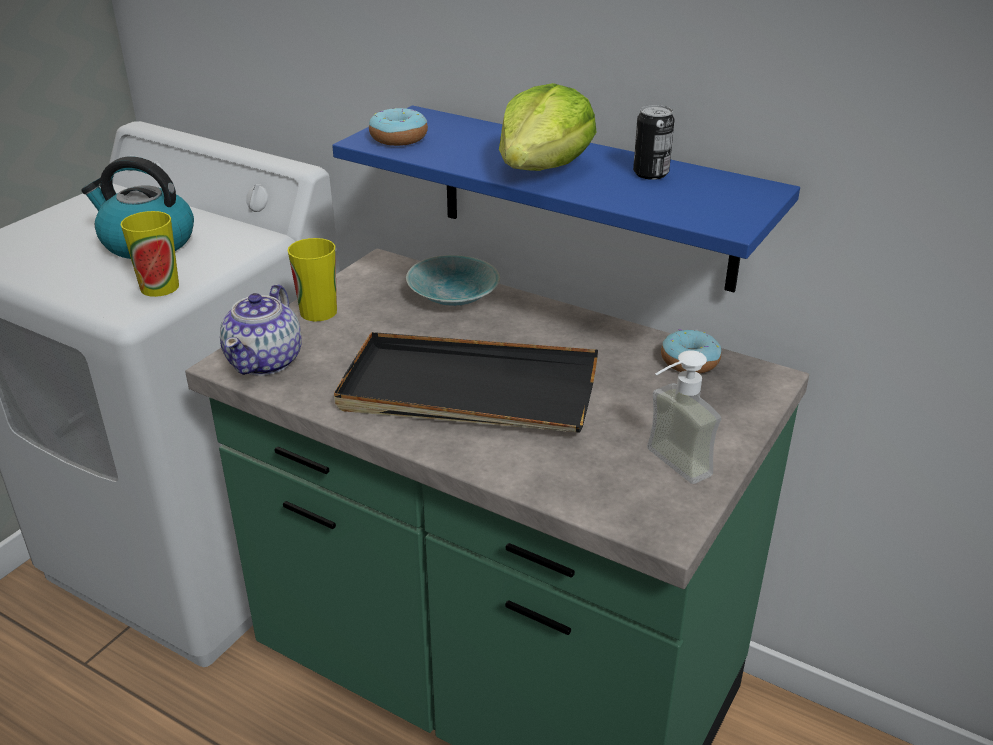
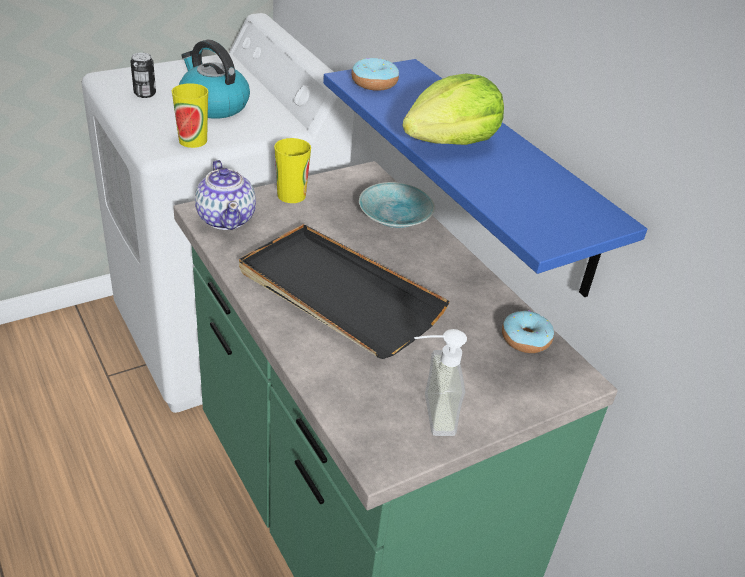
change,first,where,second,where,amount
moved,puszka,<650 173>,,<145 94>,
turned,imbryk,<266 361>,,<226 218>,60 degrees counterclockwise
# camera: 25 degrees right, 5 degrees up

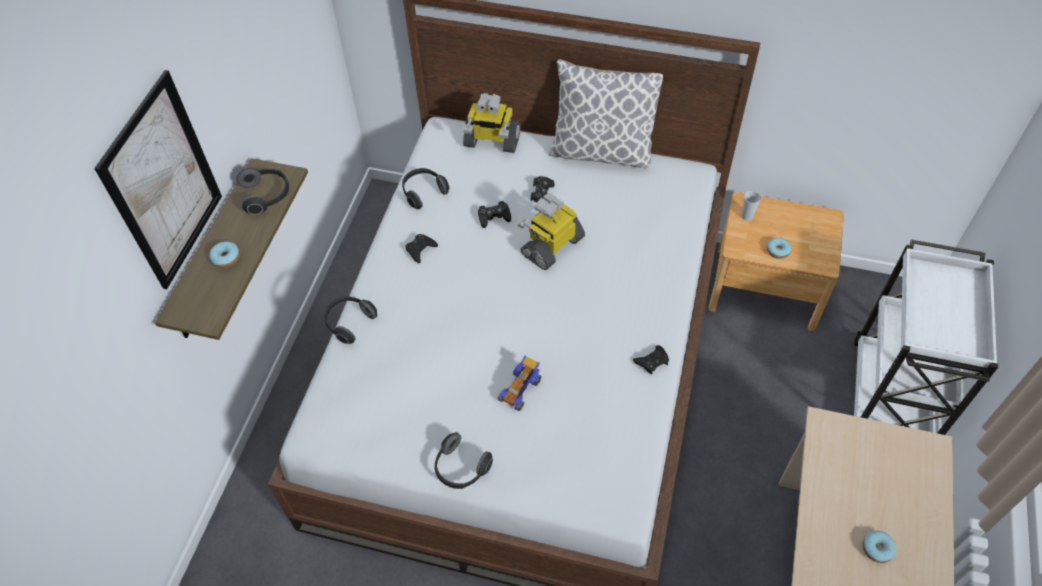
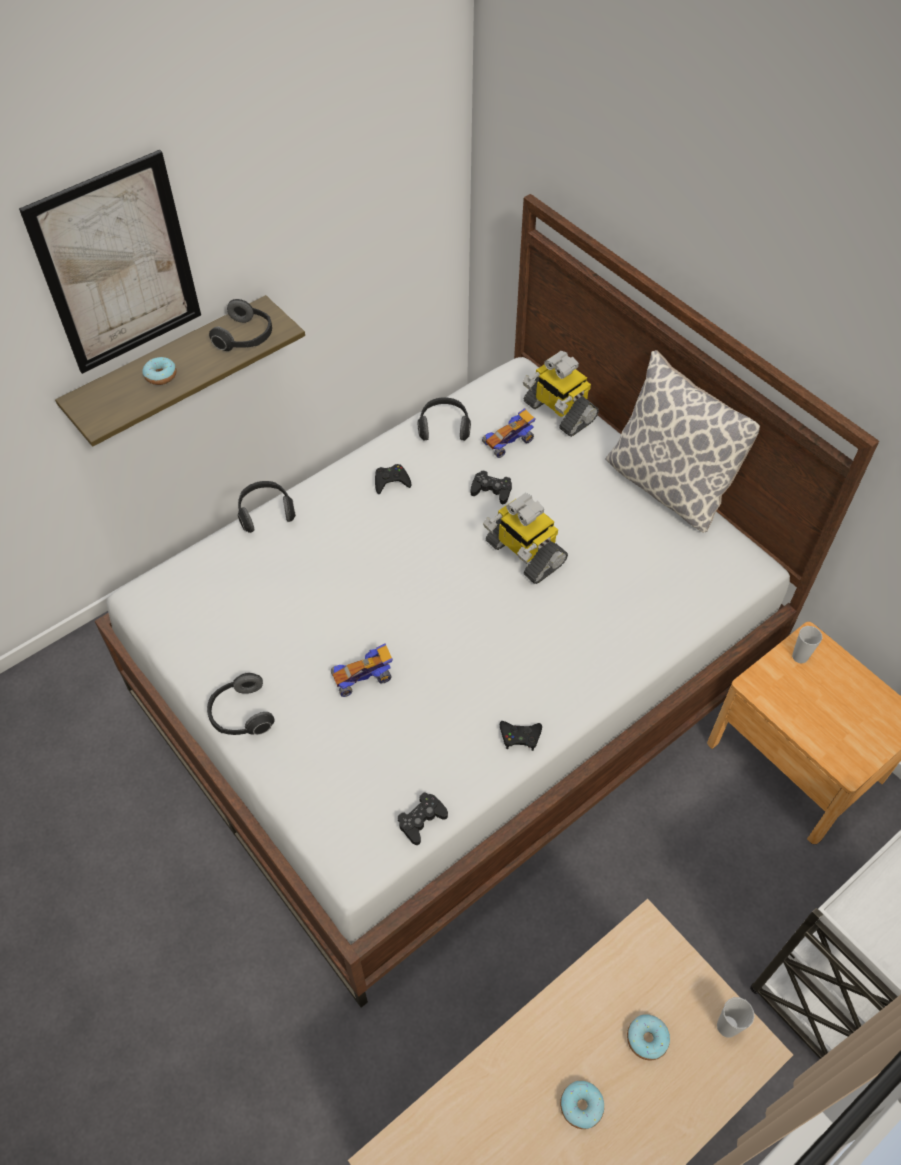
change,first,where,second,where,amount
added,,,samochodzik,<508 441>,
added,,,filiżanka,<727 1026>,
moved,pad do gier/czarny,<542 194>,,<421 820>,
moved,donut,<777 251>,,<647 1039>,
turned,robot zabawkowy,<551 245>,,<524 553>,120 degrees counterclockwise
# camera: 35 degrees right, 0 degrees up

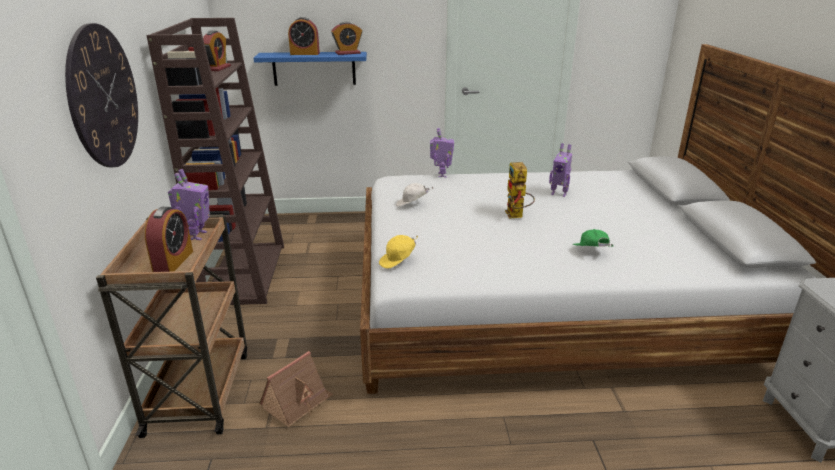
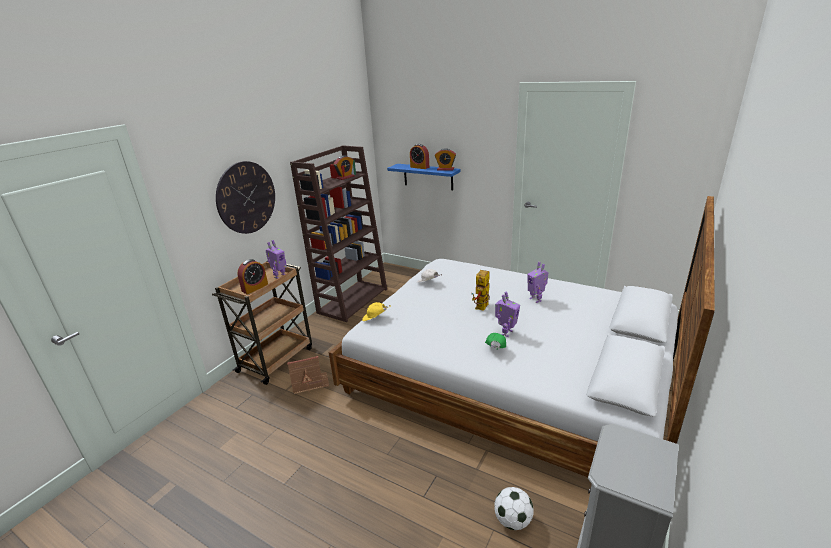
change,first,where,second,where,amount
added,,,piłka futbolowa,<513 520>,
moved,robot zabawkowy,<441 175>,,<506 332>,
# camera: 35 degrees right, 0 degrees up

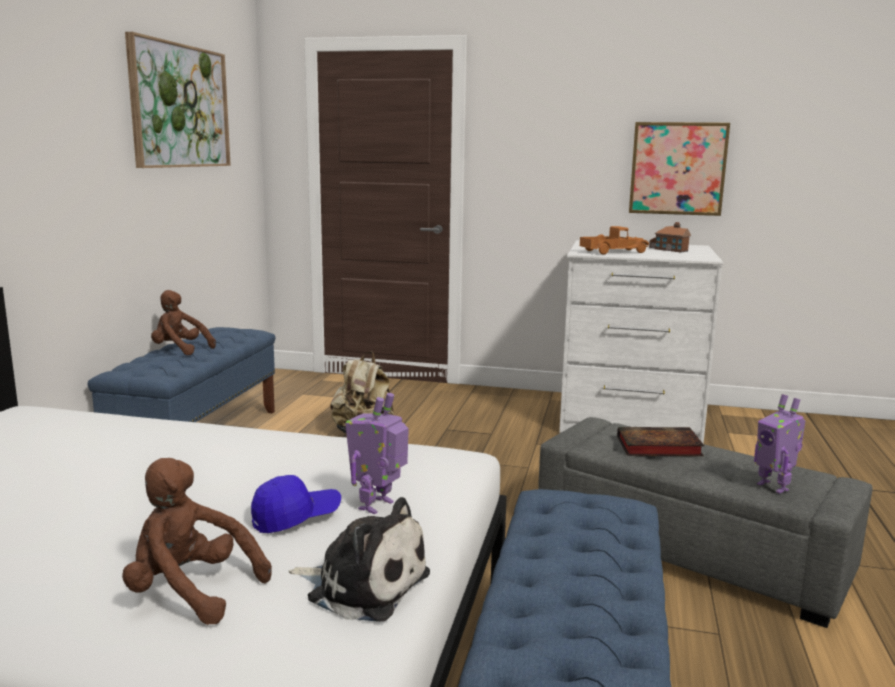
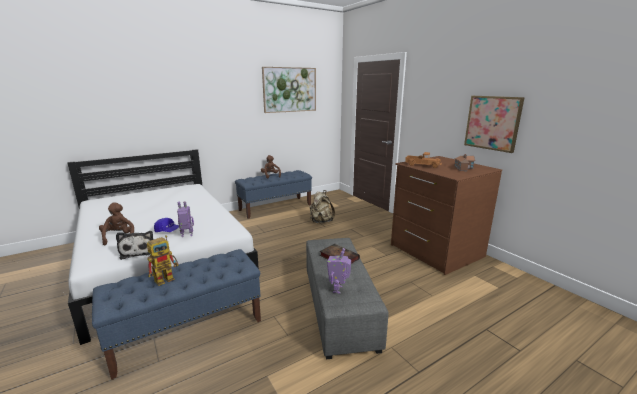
change,first,where,second,where,amount
added,,,robot zabawkowy,<167 278>,
recoloured,komoda/biały,<629 419>,komoda/brązowy,<435 251>,
# camera: 45 degrees right, 5 degrees up

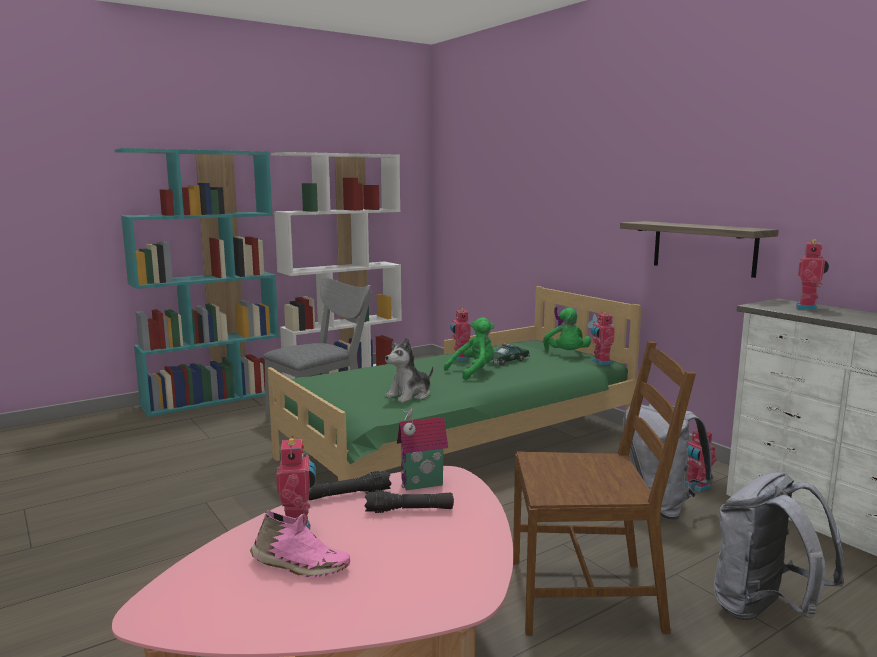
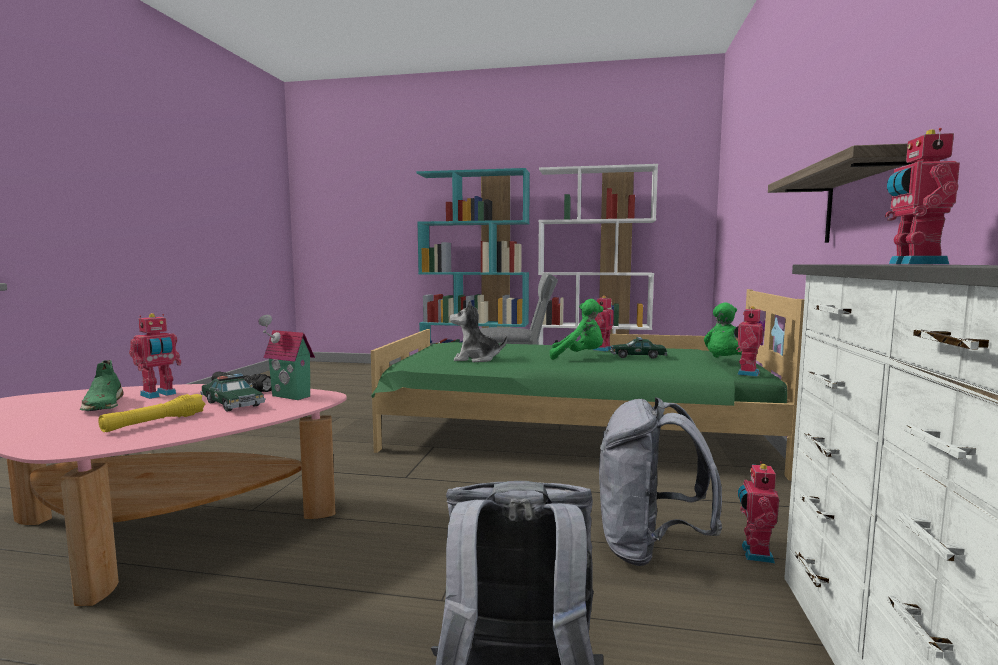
change,first,where,second,where,amount
removed,krzesło/brązowy,<586 595>,,,
added,,,latarka/żółty,<154 422>,
replaced,latarka/czarny,<409 510>,samochodzik,<232 404>,
recoloured,but/różowy,<299 566>,but/zielony,<103 405>,
turned,robot zabawkowy,<808 308>,,<913 264>,120 degrees clockwise
# camera: 45 degrees right, 5 degrees down

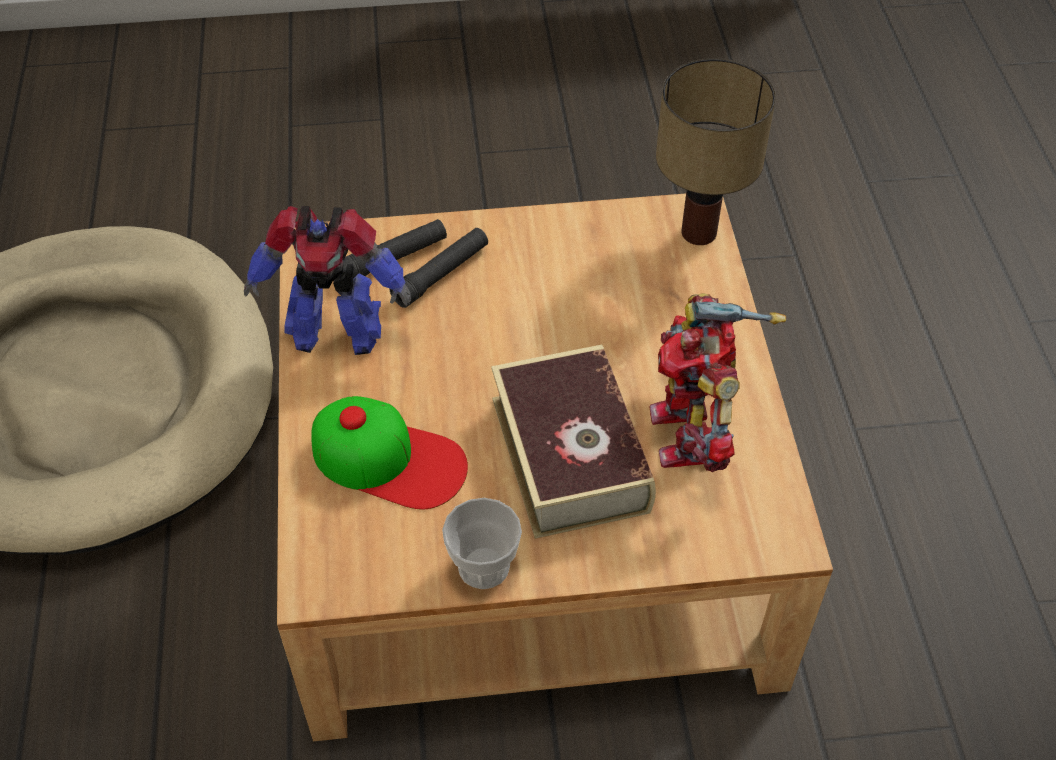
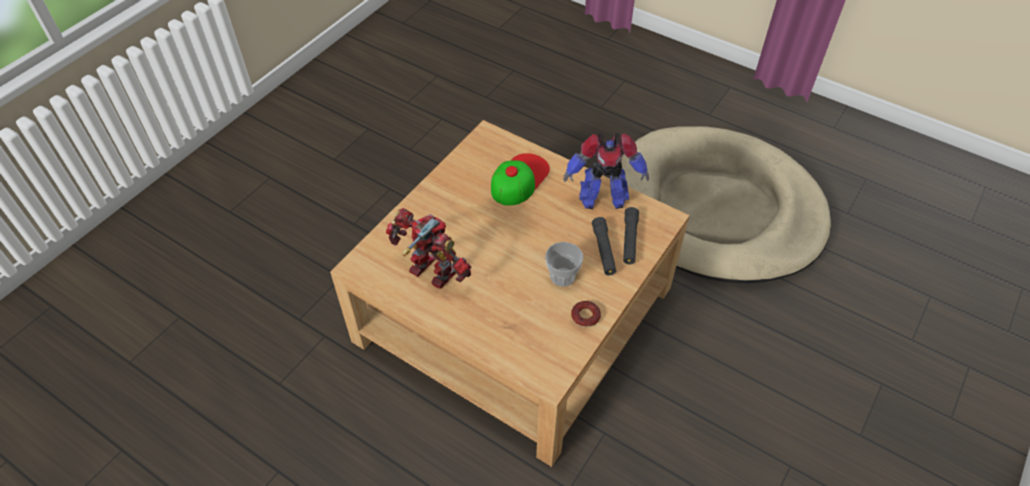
change,first,where,second,where,amount
removed,książka,<570 454>,,,
removed,lampa stołowa,<696 232>,,,
added,,,donut,<585 316>,
moved,filiżanka,<483 566>,,<562 276>,
turned,robot zabawkowy,<335 332>,,<602 198>,135 degrees counterclockwise
turned,czapka z daszkiem,<389 459>,,<519 179>,150 degrees clockwise
# camera: 130 degrees right, 0 degrees up

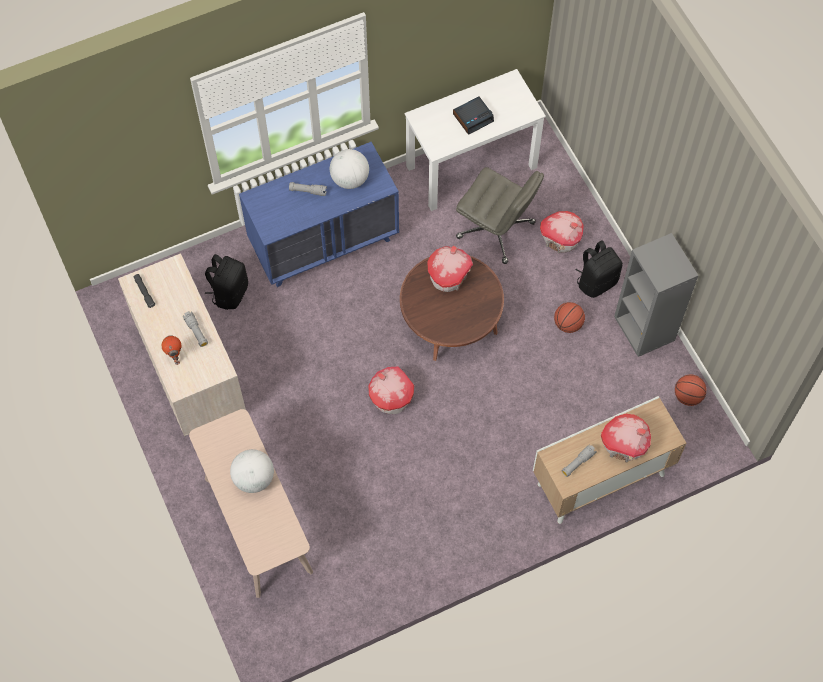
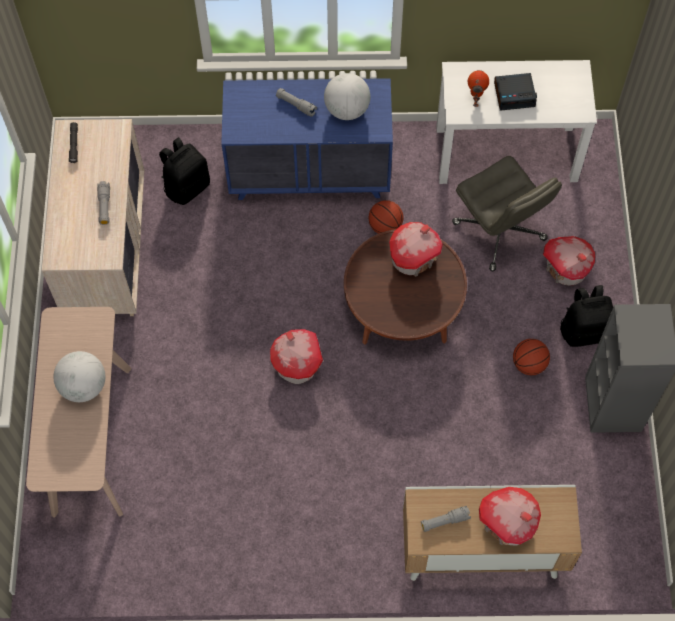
change,first,where,second,where,amount
moved,robot zabawkowy,<175 358>,,<475 99>,
moved,piłka do koszykówki,<687 396>,,<385 226>,
# camera: 25 degrees right, 0 degrees up

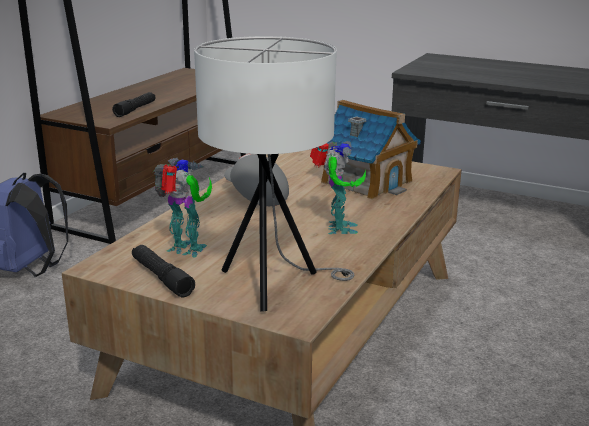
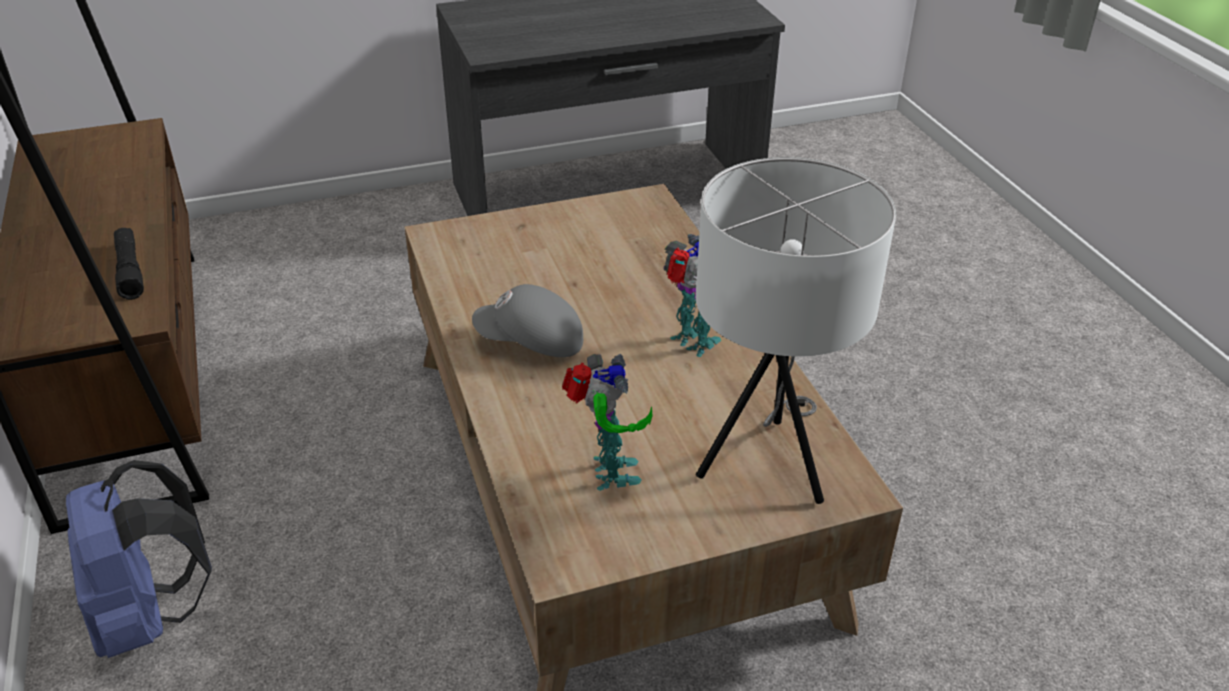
change,first,where,second,where,amount
removed,latarka/czarny,<161 278>,,,
removed,domek,<366 182>,,,
turned,robot zabawkowy,<187 251>,,<609 474>,105 degrees clockwise
# camera: 45 degrees left, 15 degrees up

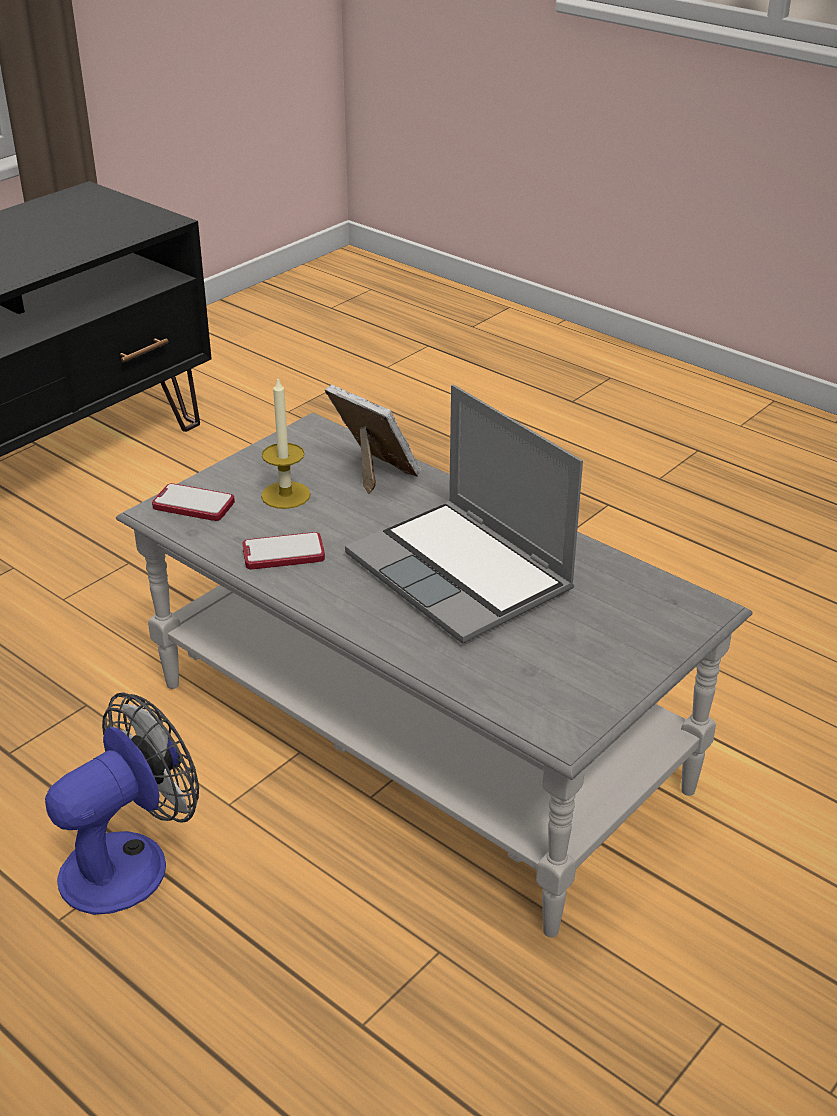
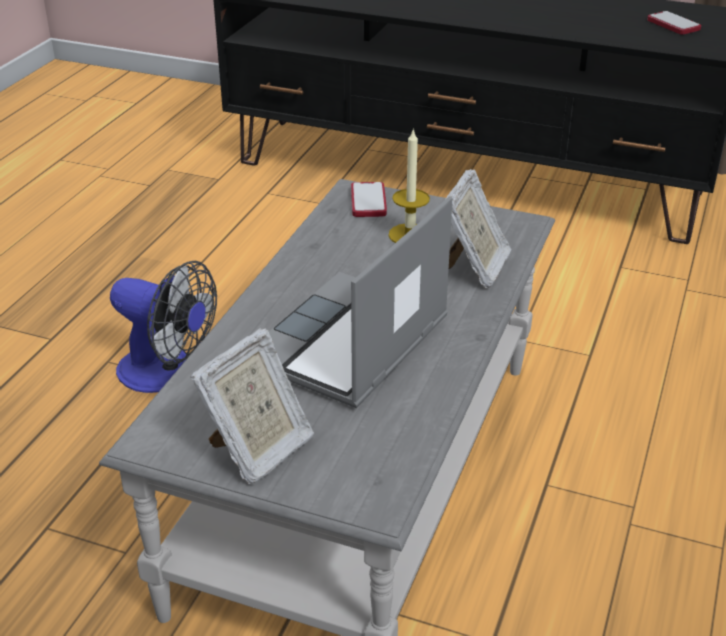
change,first,where,second,where,amount
added,,,ramka na zdjęcie,<258 450>,
moved,telefon,<283 553>,,<673 25>,
# camera: 70 degrees right, 0 degrees up

